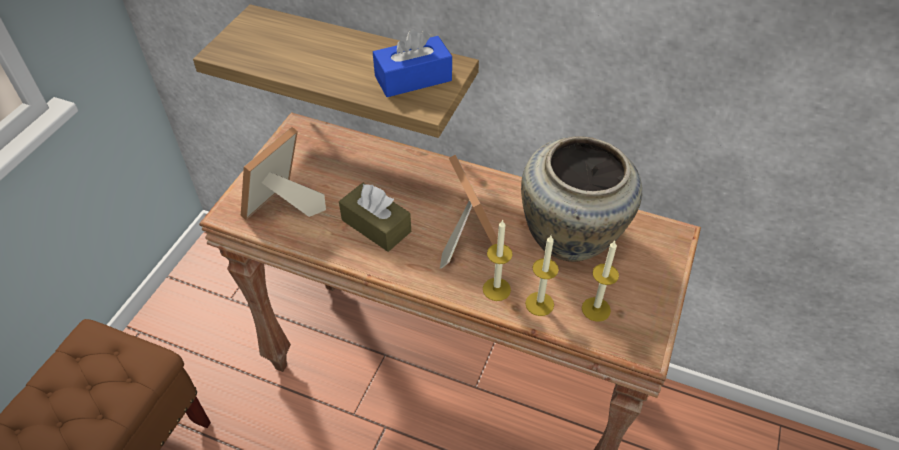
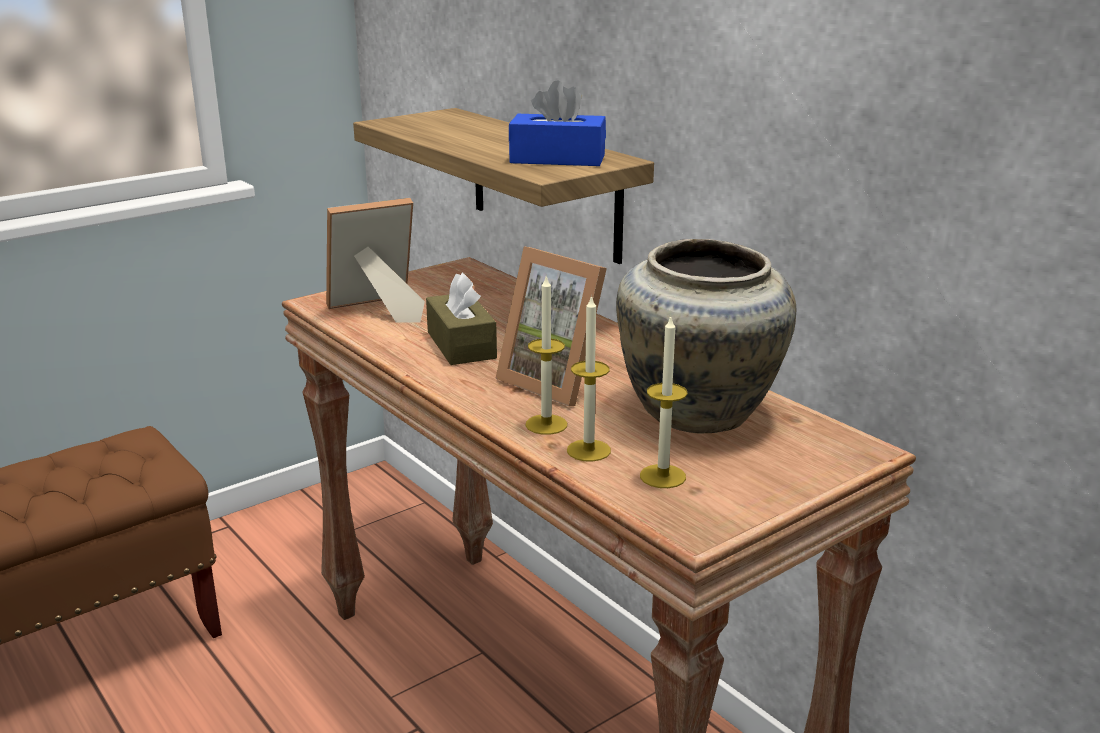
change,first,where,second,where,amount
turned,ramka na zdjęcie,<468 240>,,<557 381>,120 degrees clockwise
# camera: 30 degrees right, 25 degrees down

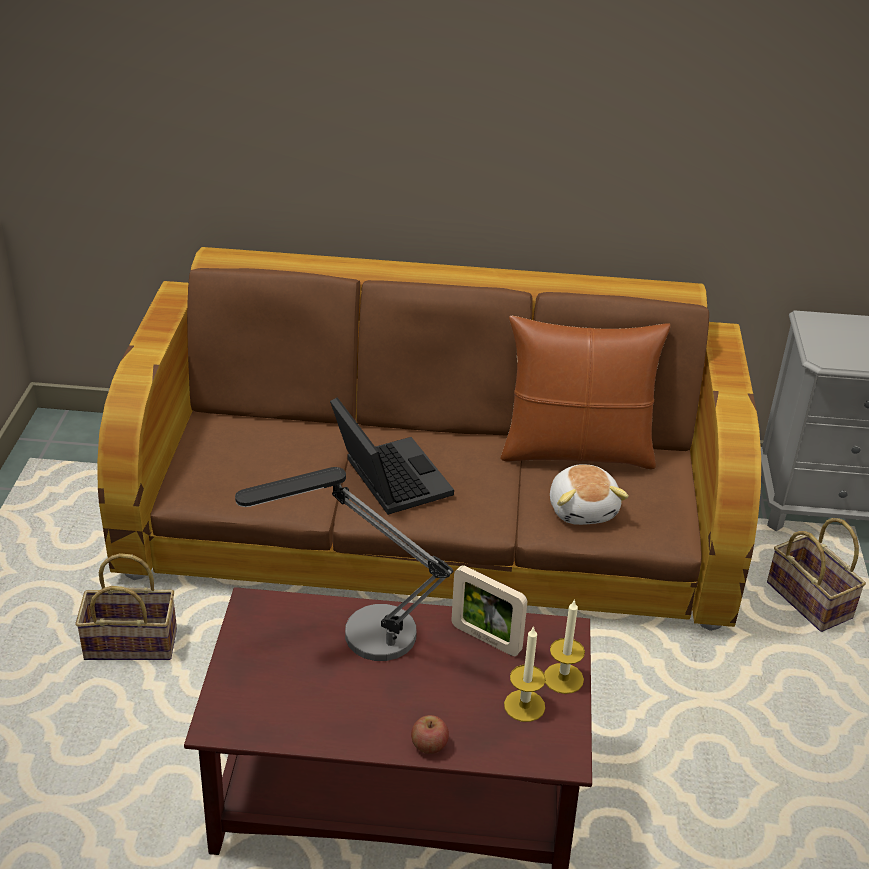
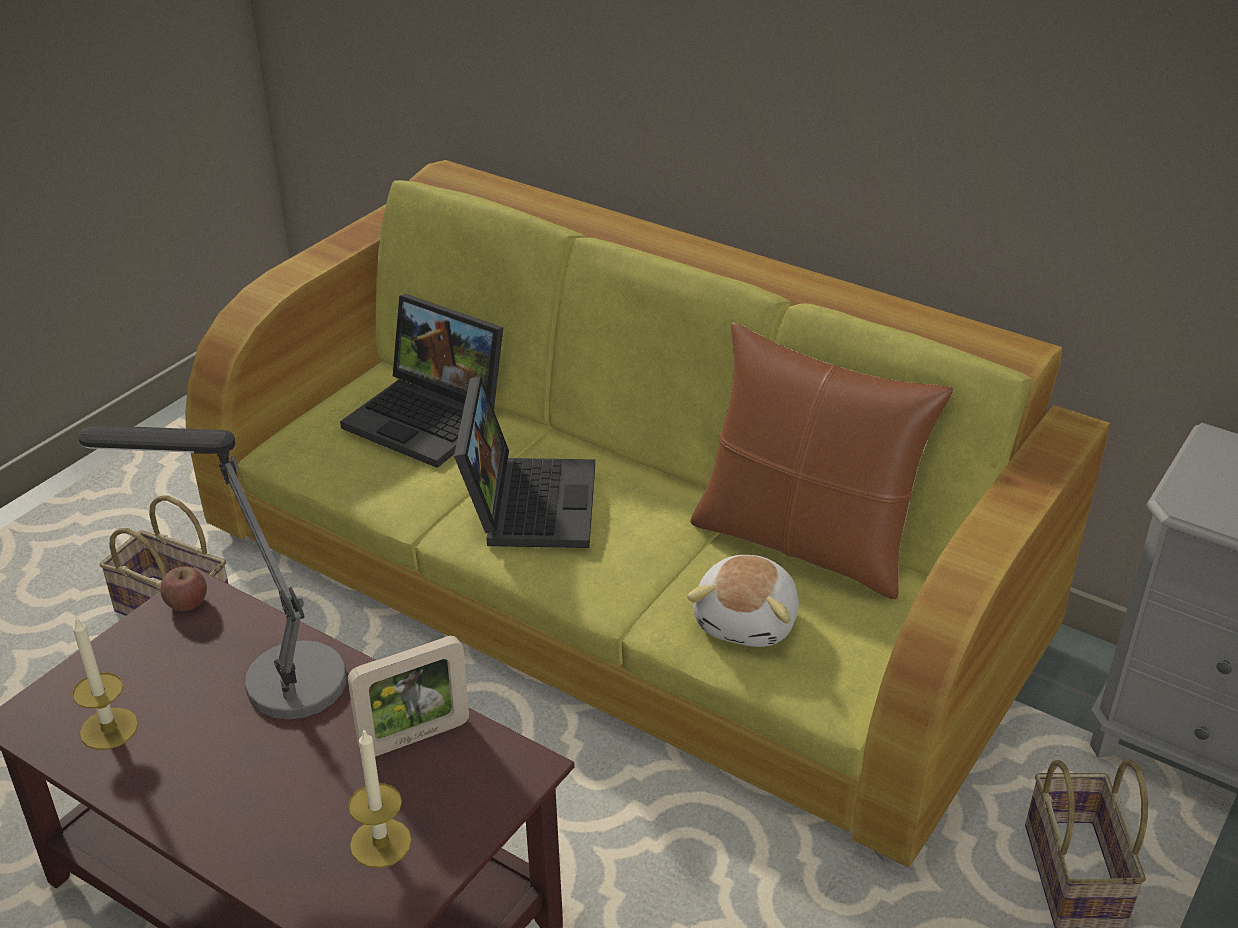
change,first,where,second,where,amount
added,,,laptop,<430 419>,
moved,jabłko,<429 745>,,<187 603>,
moved,świeca,<563 678>,,<109 729>,
recoloured,kanapa/brązowy,<432 522>,kanapa/zielony,<621 586>,
turned,ramka na zdjęcie,<486 639>,,<415 737>,90 degrees counterclockwise
# camera: 30 degrees right, 0 degrees up

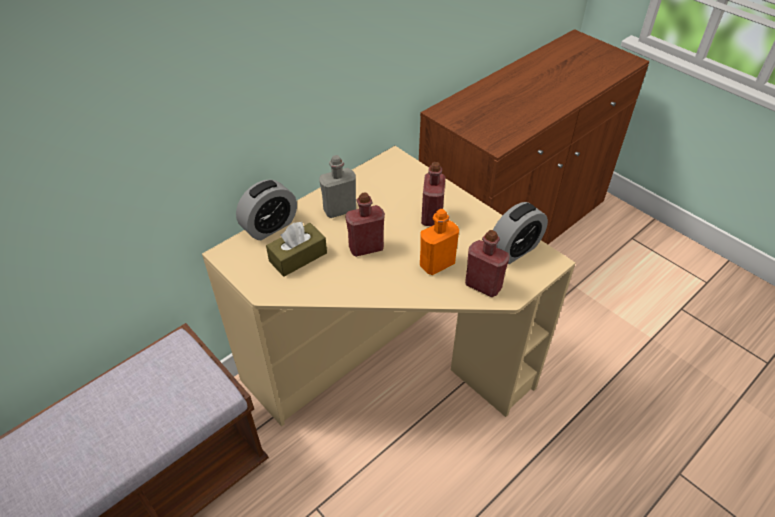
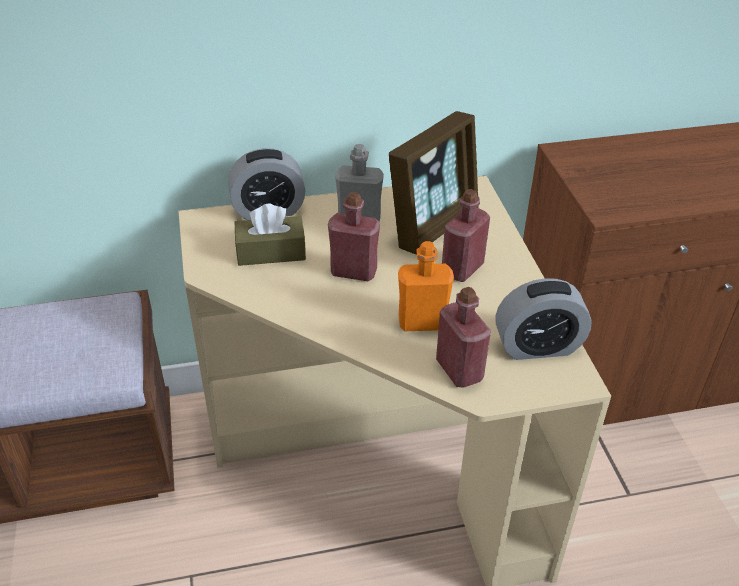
change,first,where,second,where,amount
added,,,ramka na zdjęcie,<433 225>,
# camera: 30 degrees right, 5 degrees down

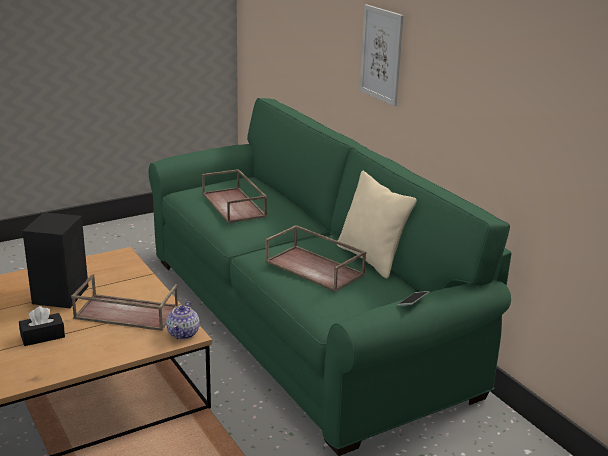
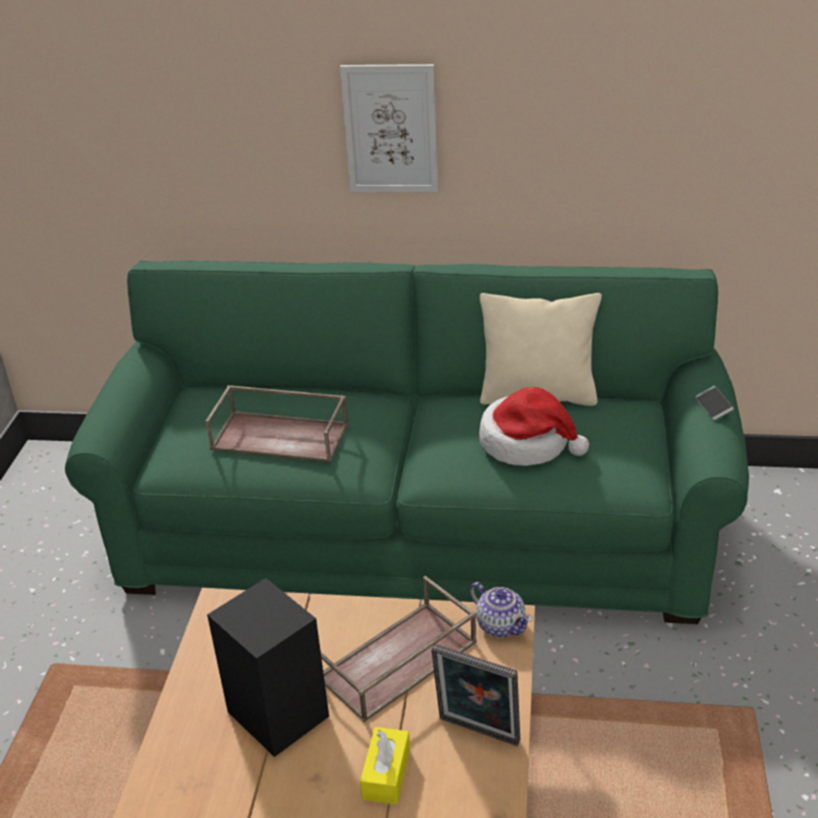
change,first,where,second,where,amount
added,,,ramka na zdjęcie,<477 733>,
replaced,taca/brązowy,<315 268>,kapelusz,<527 443>,
recoloured,pudełko chusteczek/czarny,<42 336>,pudełko chusteczek/żółty,<386 774>,
# camera: 50 degrees left, 10 degrees up

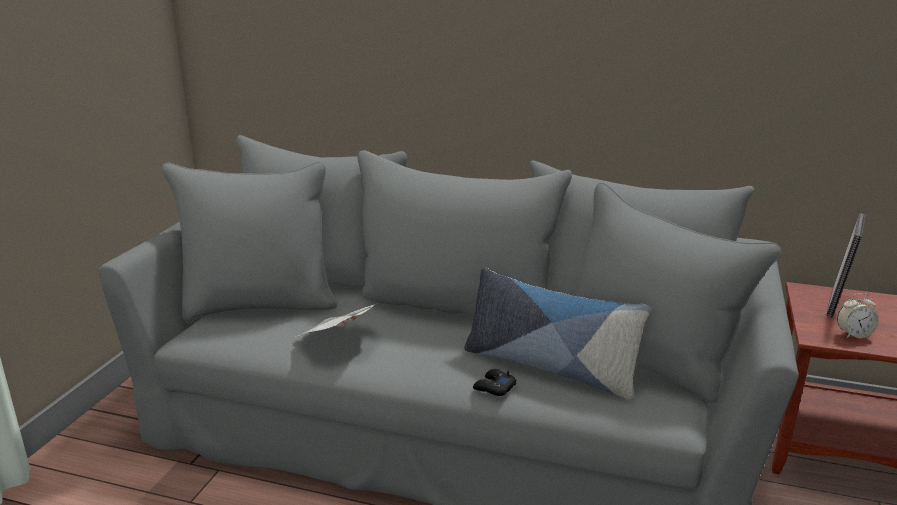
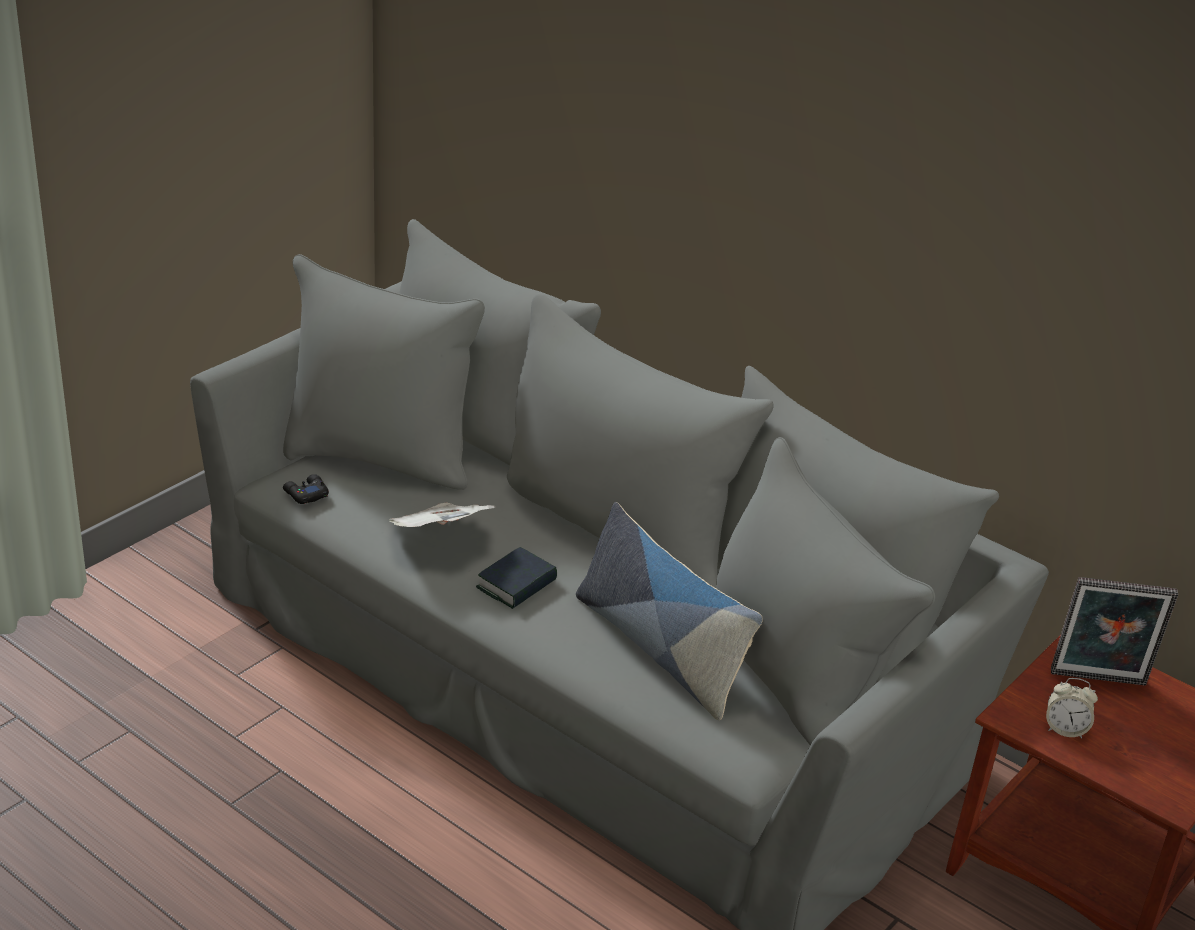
change,first,where,second,where,amount
added,,,książka,<517 584>,
moved,pad do gier/czarny,<494 387>,,<305 494>,
turned,ramka na zdjęcie,<837 304>,,<1098 681>,45 degrees clockwise
# camera: 20 degrees right, 10 degrees up

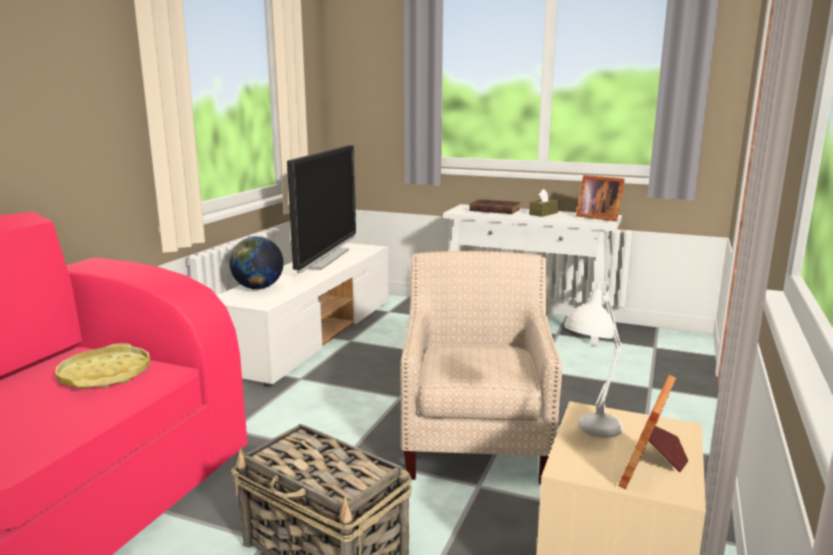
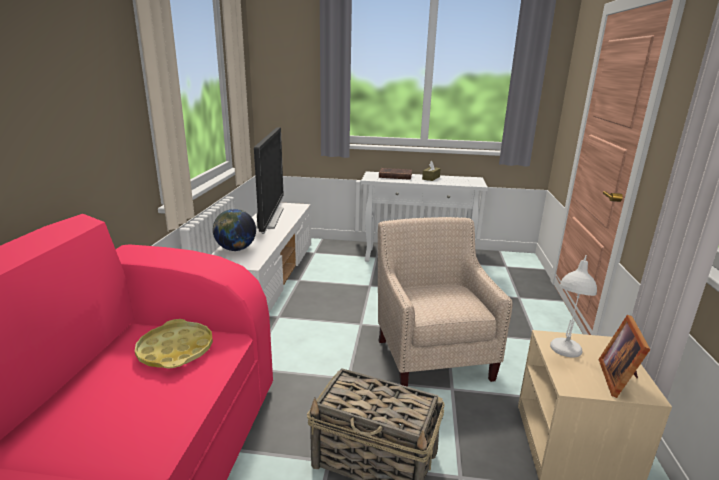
change,first,where,second,where,amount
removed,ramka na zdjęcie,<597 217>,,,
# camera: 15 degrees left, 5 degrees up

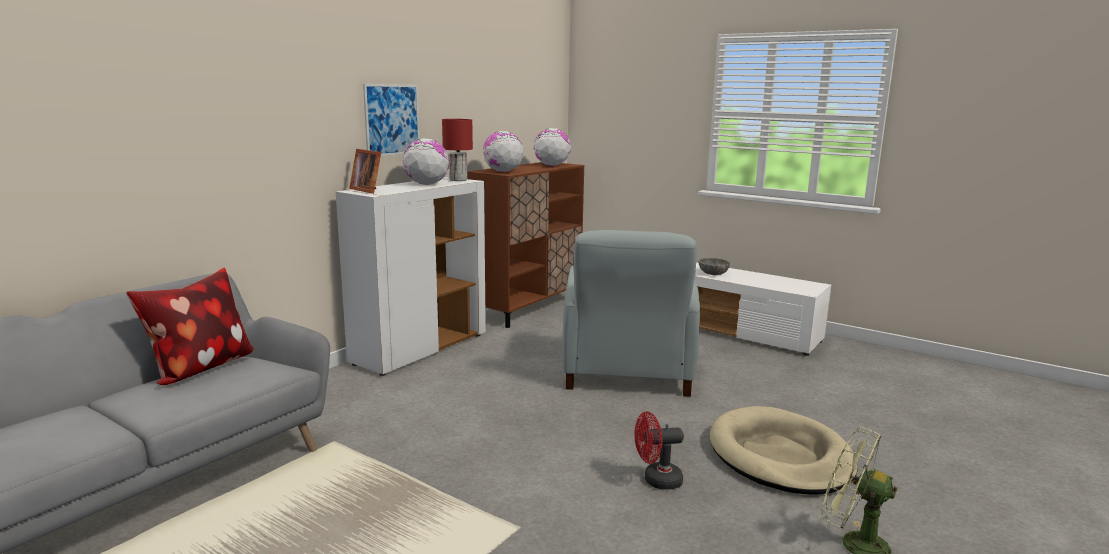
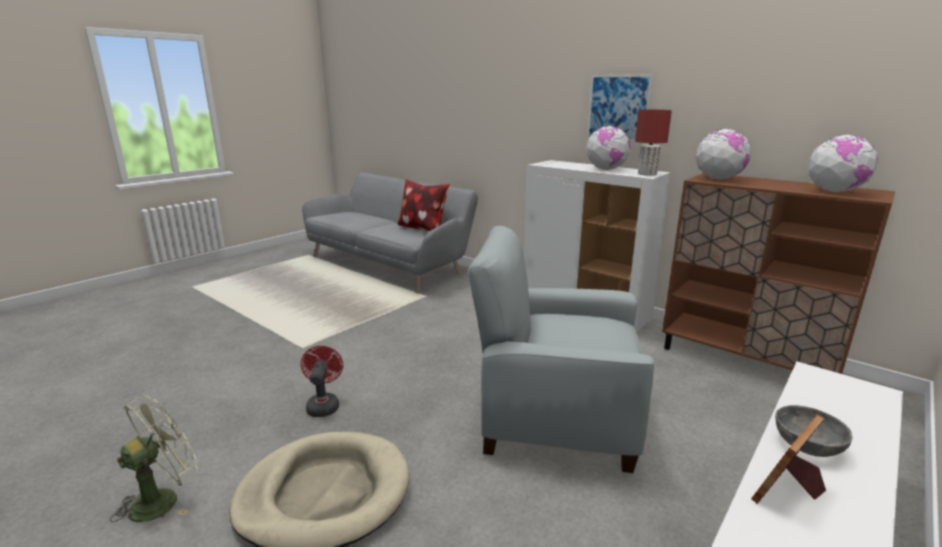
change,first,where,second,where,amount
moved,ramka na zdjęcie,<368 190>,,<788 491>,
# camera: 95 degrees right, 5 degrees up

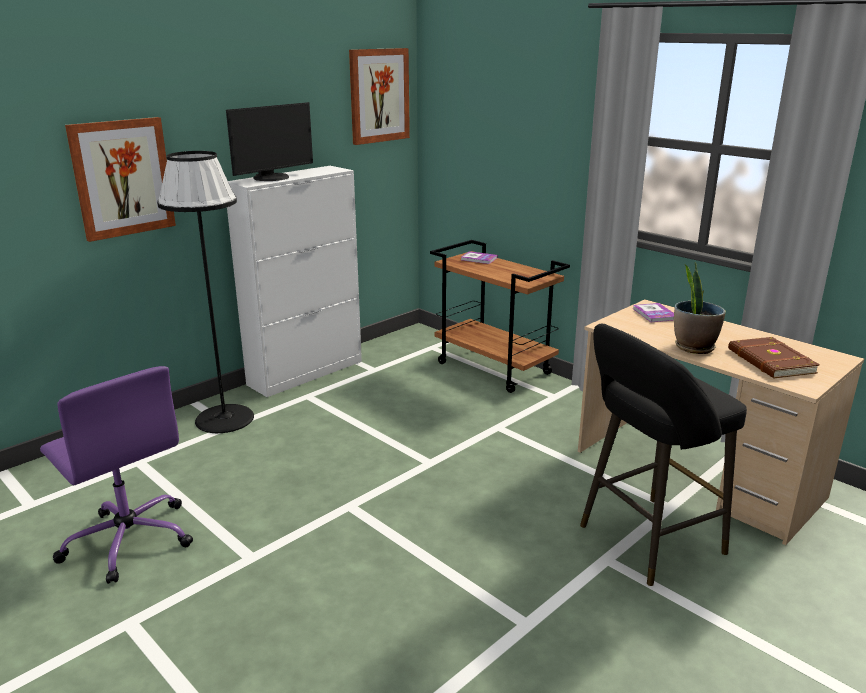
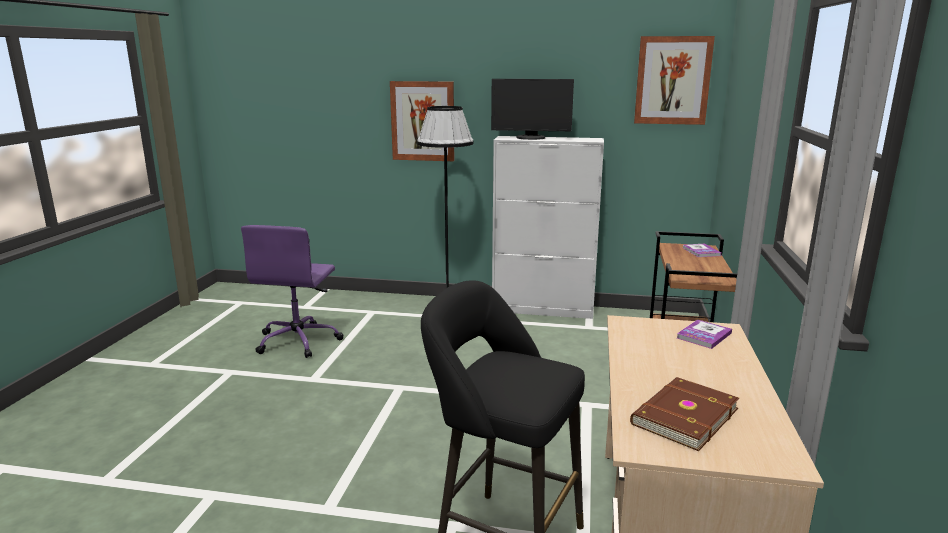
change,first,where,second,where,amount
removed,roślina doniczkowa,<693 347>,,,
# camera: 55 degrees right, 5 degrees down

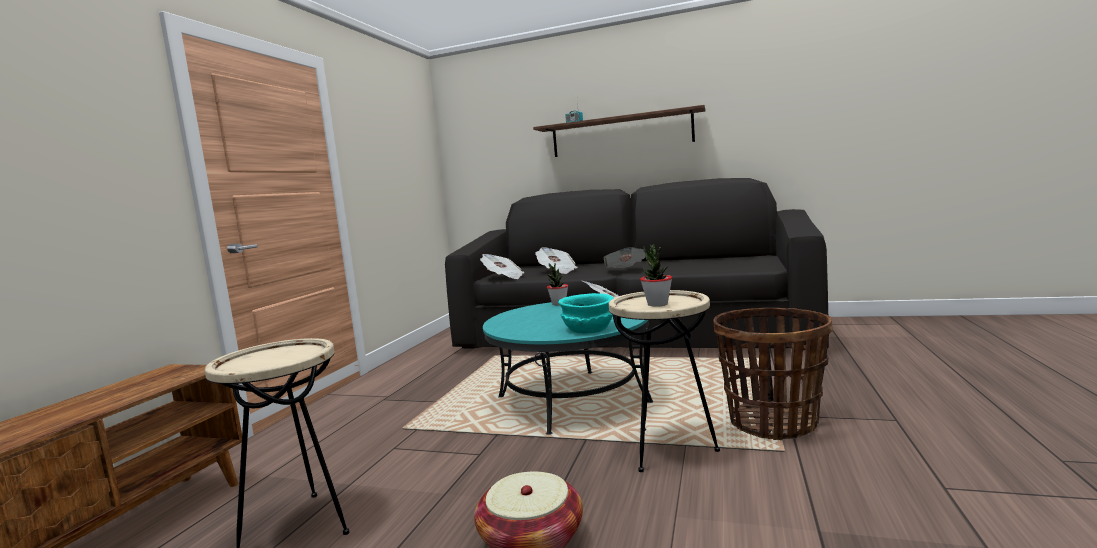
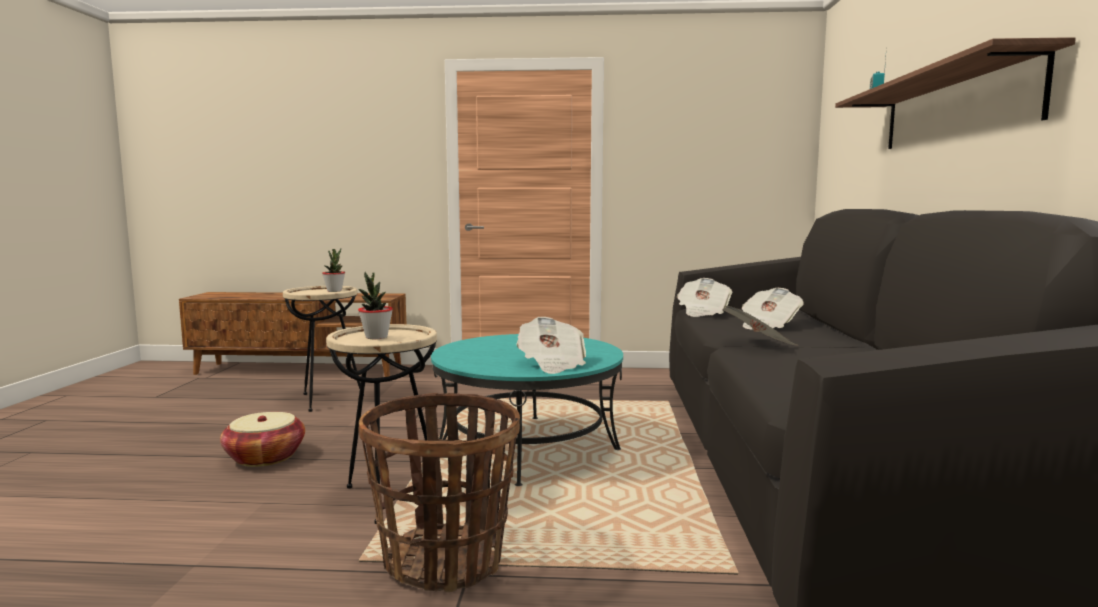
change,first,where,second,where,amount
removed,miska/turkusowy,<589 328>,,,
moved,roślina doniczkowa,<558 304>,,<334 291>,
# camera: 75 degrees right, 0 degrees up

